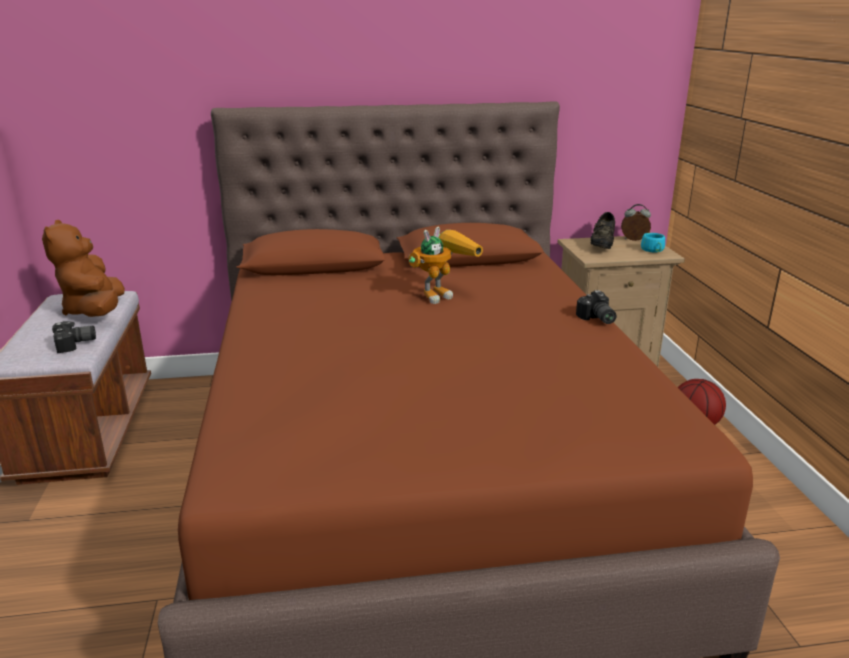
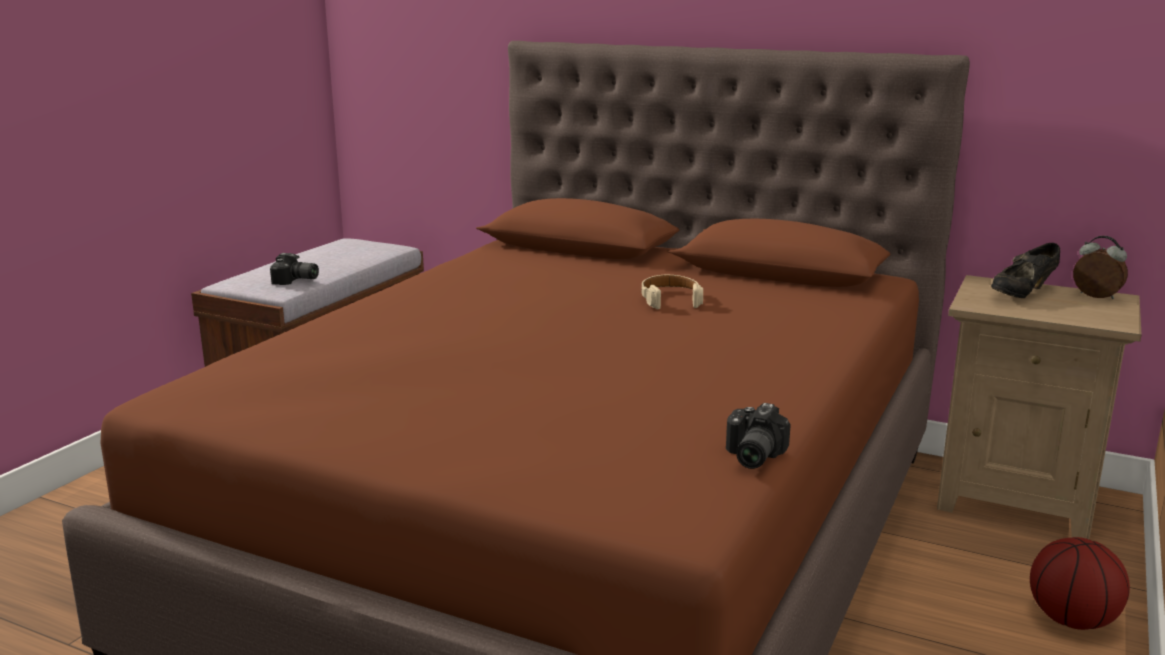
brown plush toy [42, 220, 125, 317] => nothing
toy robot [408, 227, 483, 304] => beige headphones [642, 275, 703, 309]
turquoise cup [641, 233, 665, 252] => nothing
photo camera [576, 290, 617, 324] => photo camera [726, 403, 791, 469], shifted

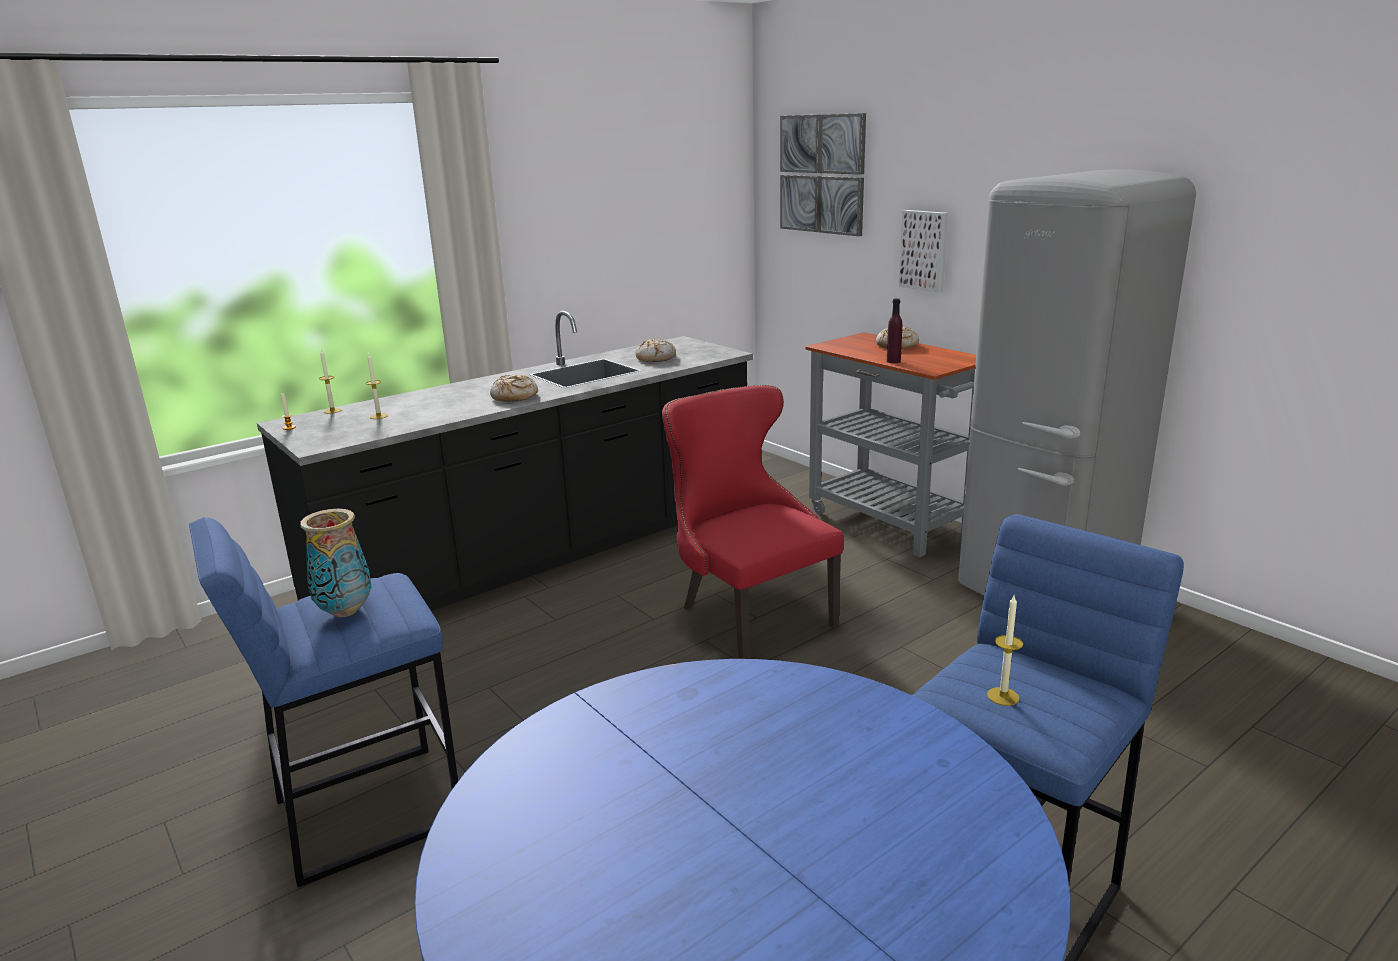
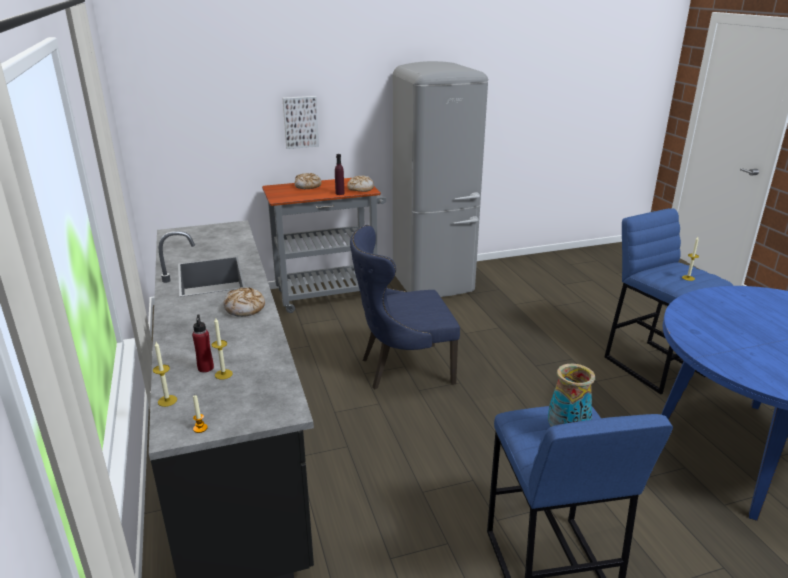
picture [780, 113, 866, 236] => nothing
bread [635, 339, 676, 362] => bread [347, 176, 374, 192], shifted
red chair [662, 385, 844, 659] => blue chair [350, 225, 460, 389]
nothing => red bottle [192, 315, 214, 373]

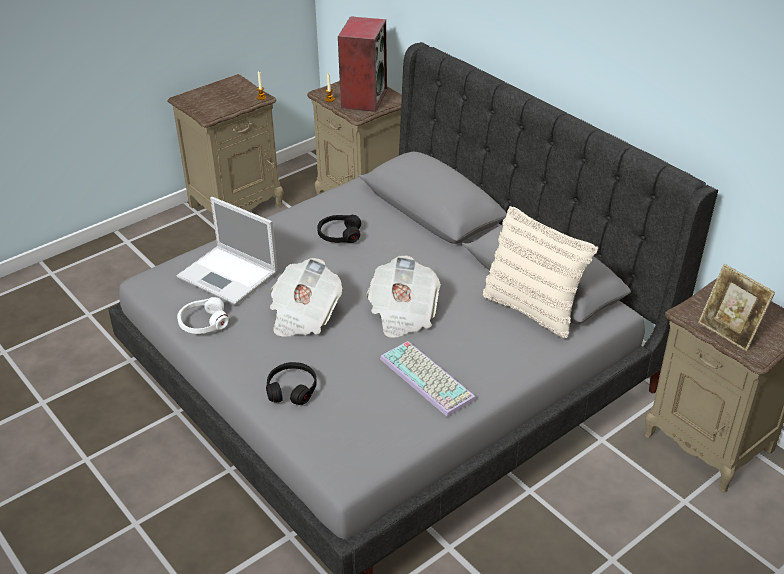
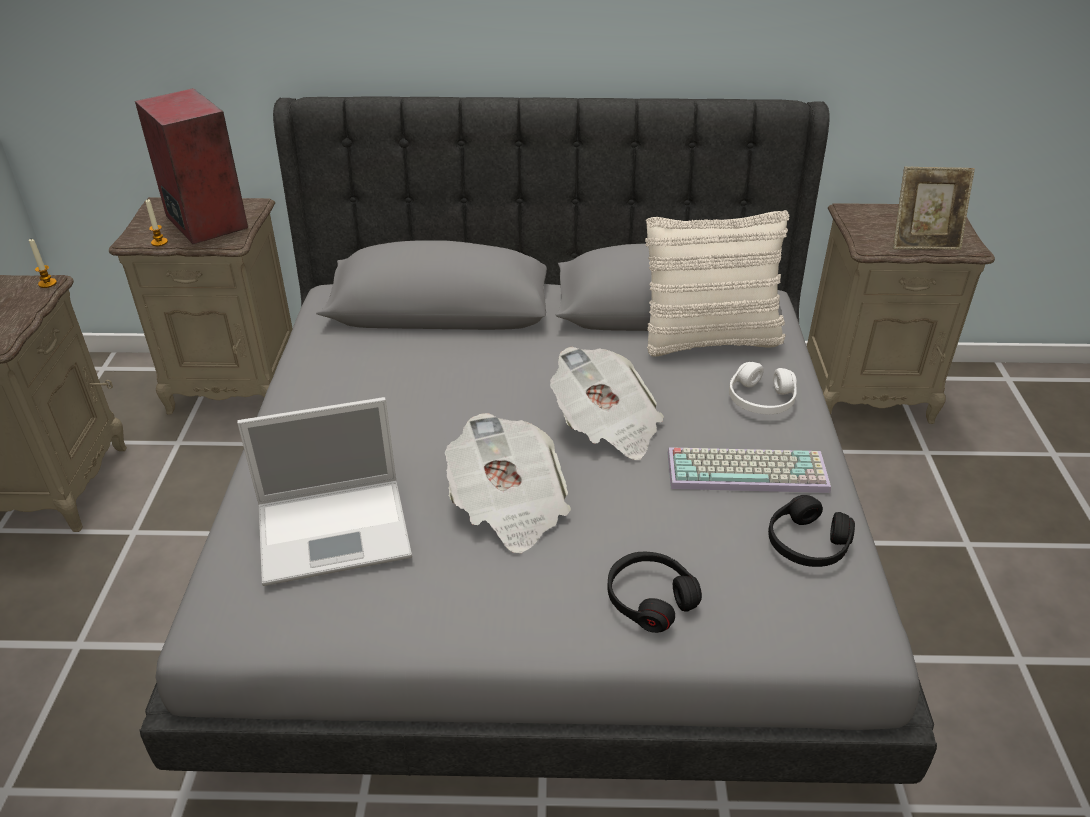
black headphones [317, 215, 361, 243] => black headphones [768, 495, 855, 567], shifted
white headphones [177, 297, 229, 334] => white headphones [729, 362, 797, 414], shifted

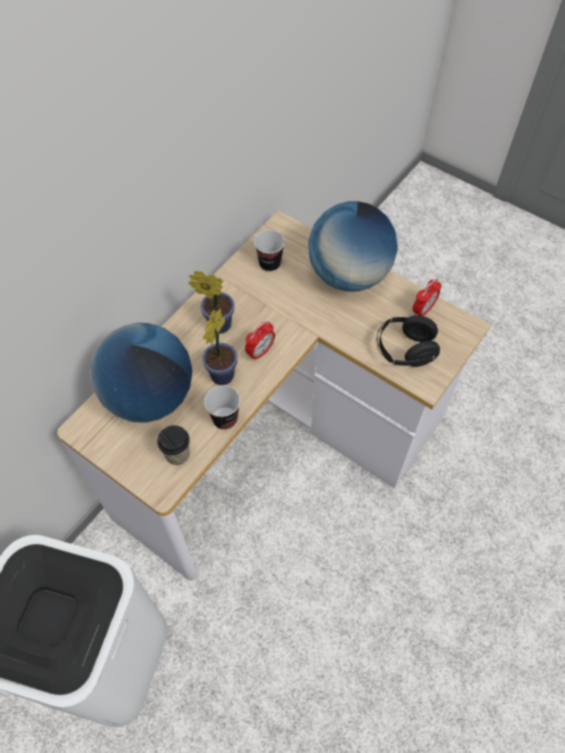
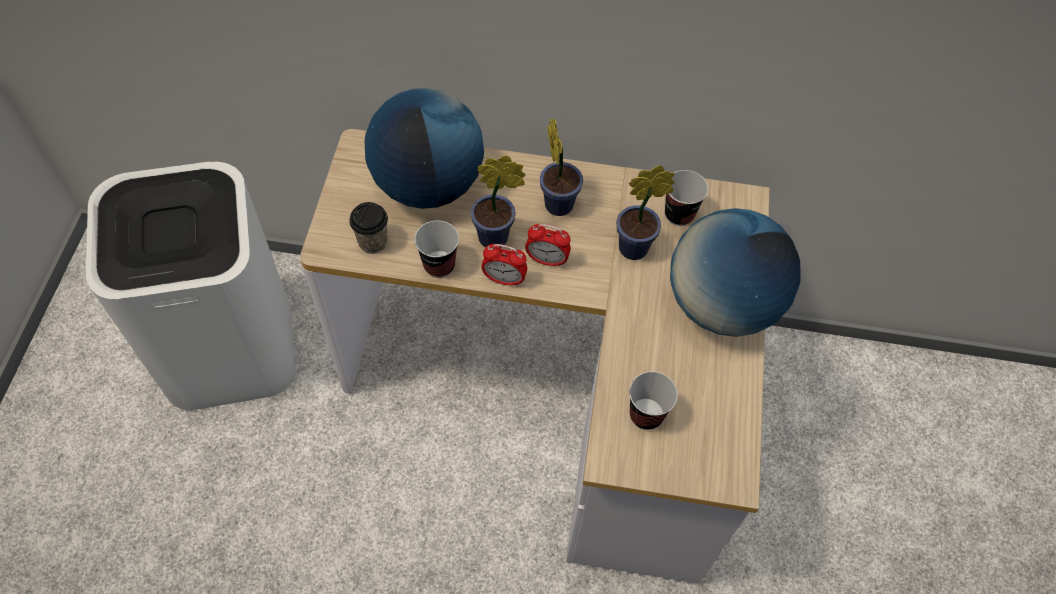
alarm clock [413, 279, 441, 316] => alarm clock [481, 244, 527, 287], shifted
black headphones [377, 315, 440, 367] => cup [629, 371, 678, 430]
nothing => potted plant [616, 165, 675, 260]

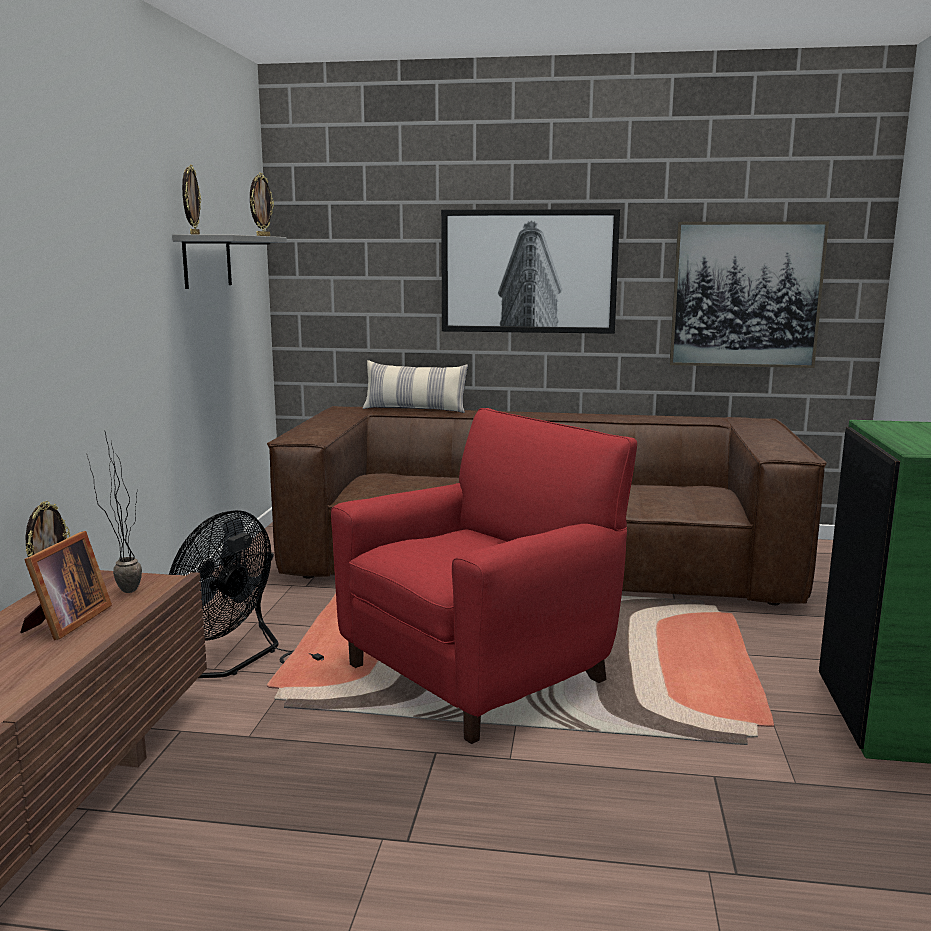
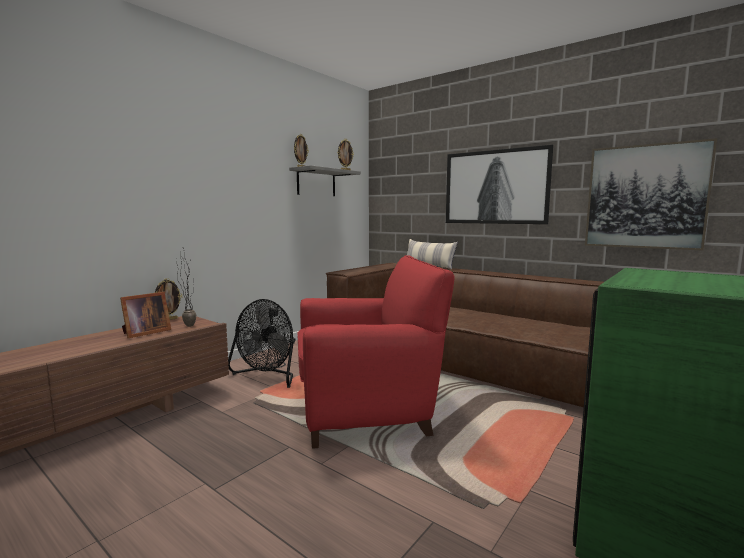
black fan [169, 510, 324, 678] => black fan [228, 299, 296, 388], 120 degrees counterclockwise

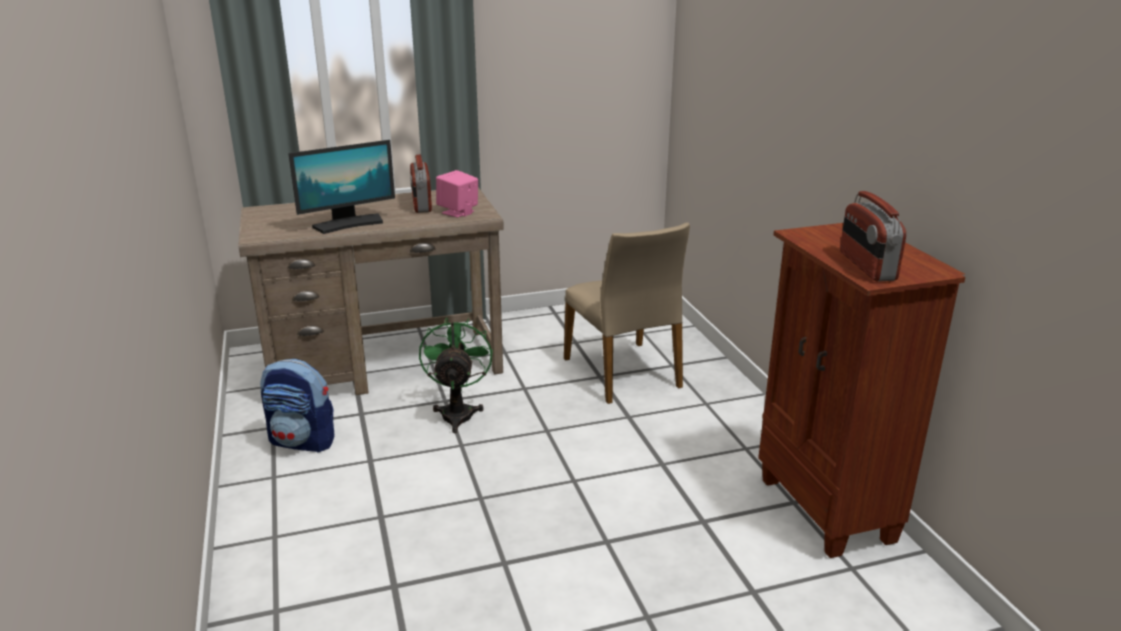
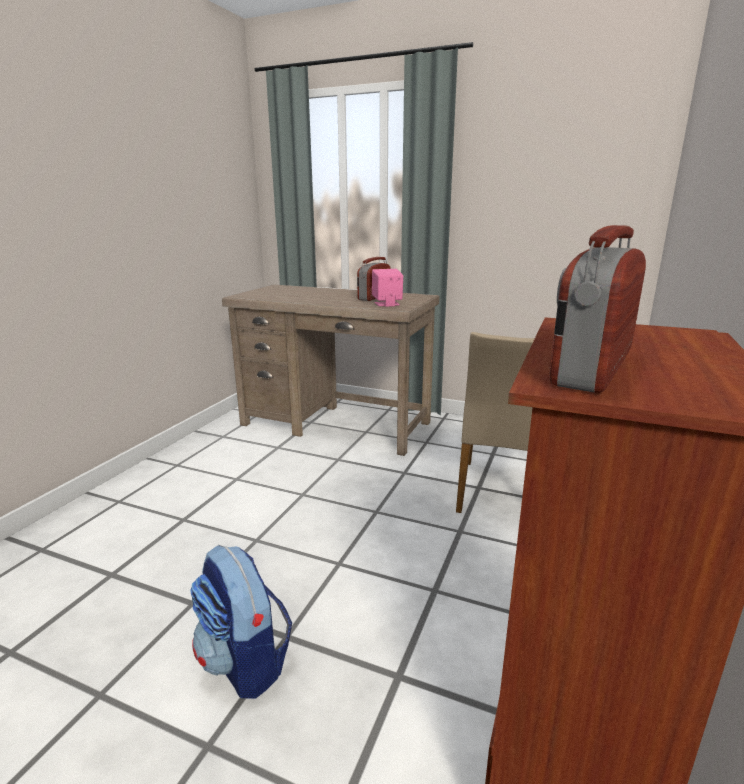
monitor [288, 140, 395, 234] => nothing
green fan [419, 317, 493, 433] => nothing
backpack [260, 359, 335, 453] => backpack [190, 545, 292, 699], shifted

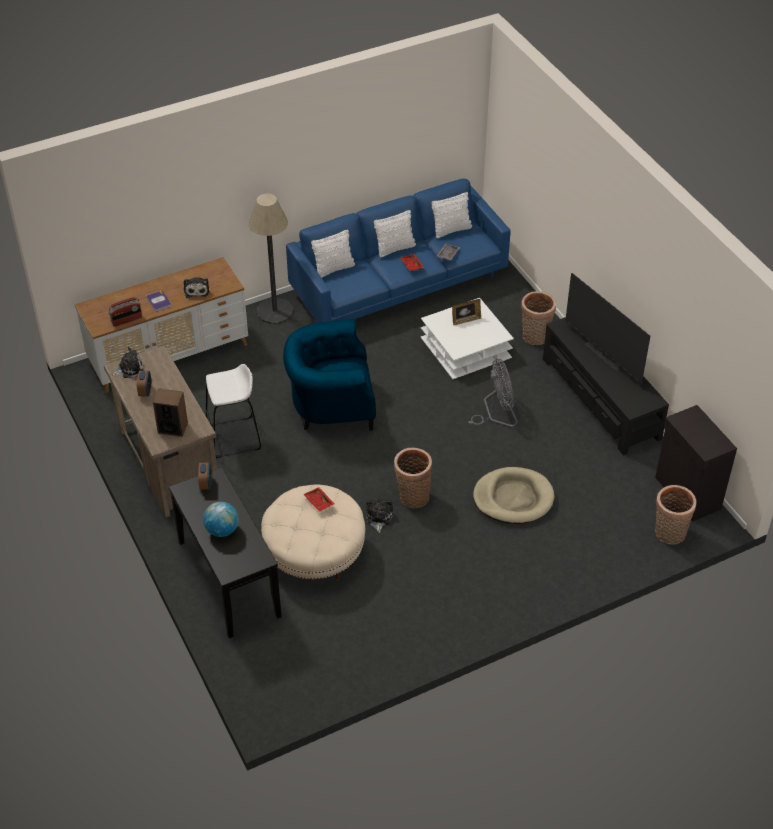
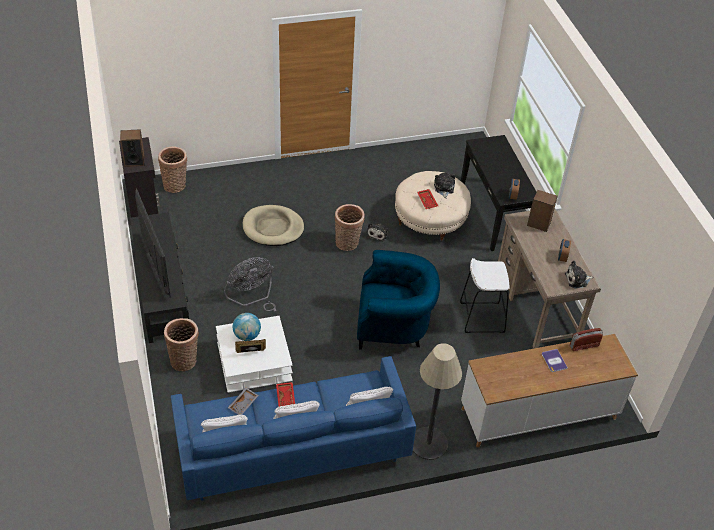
plush toy [184, 277, 209, 298] => plush toy [434, 173, 455, 199], shifted
grey fan [468, 359, 517, 428] => grey fan [224, 257, 277, 312], 60 degrees clockwise
globe [203, 502, 239, 537] => globe [233, 313, 261, 341], shifted
nothing => speaker [120, 129, 145, 167]

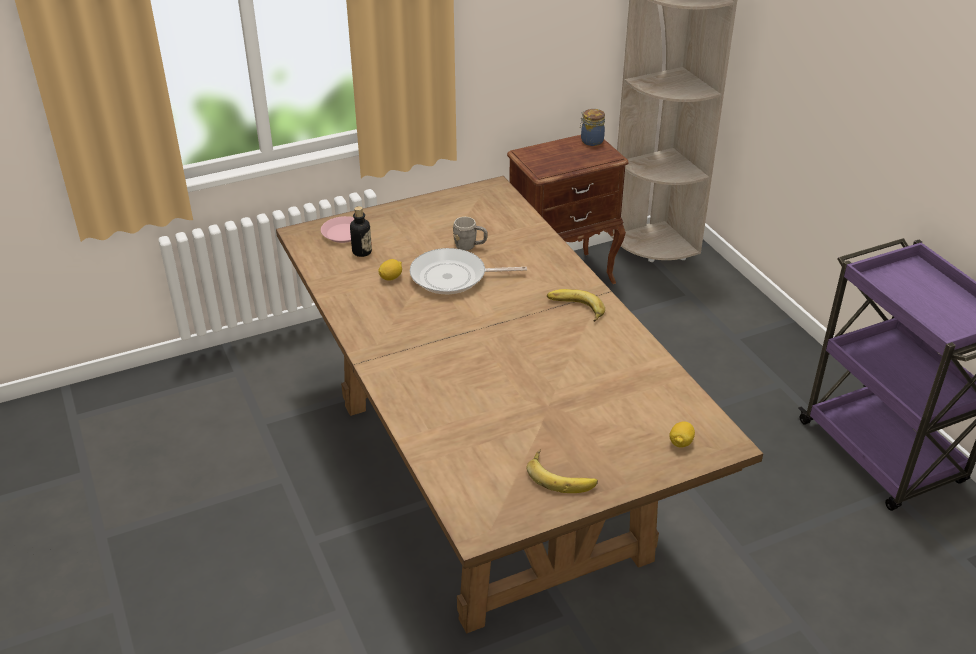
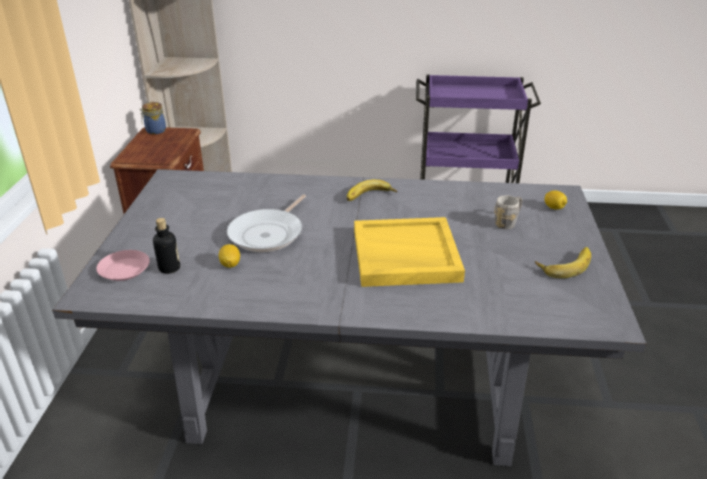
brown dining table [276, 176, 763, 633] => grey dining table [52, 169, 647, 466]
grey mug [453, 217, 488, 250] => grey mug [494, 195, 522, 229], shifted
nothing => yellow tray [354, 217, 465, 287]

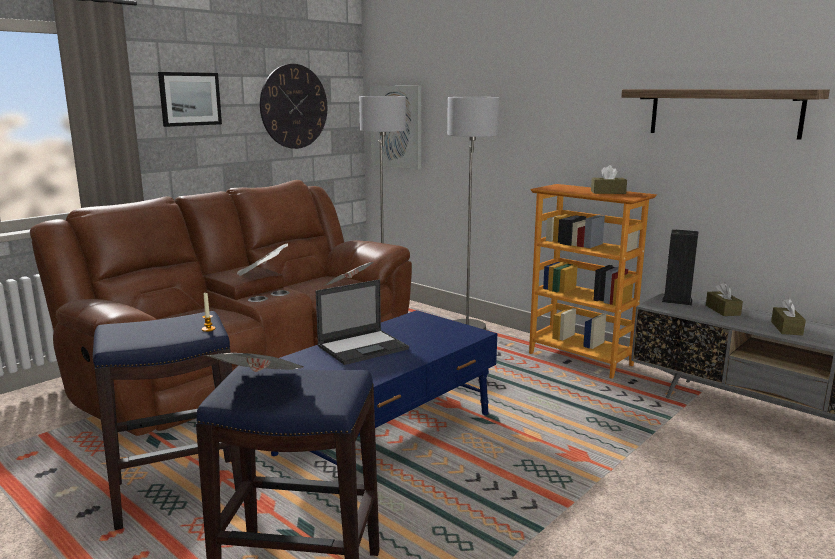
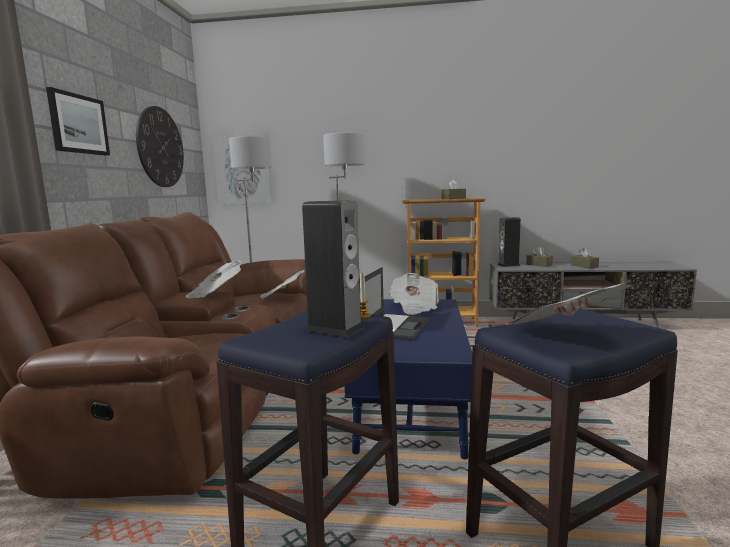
shelf [621, 89, 830, 140] => nothing
nothing => speaker [302, 201, 365, 337]
nothing => newspaper [389, 273, 439, 315]

